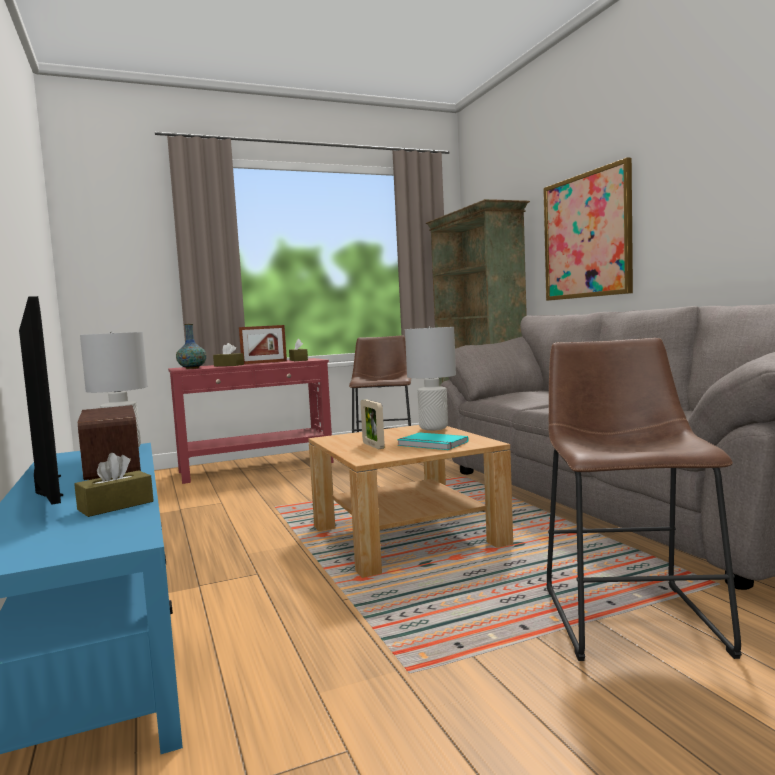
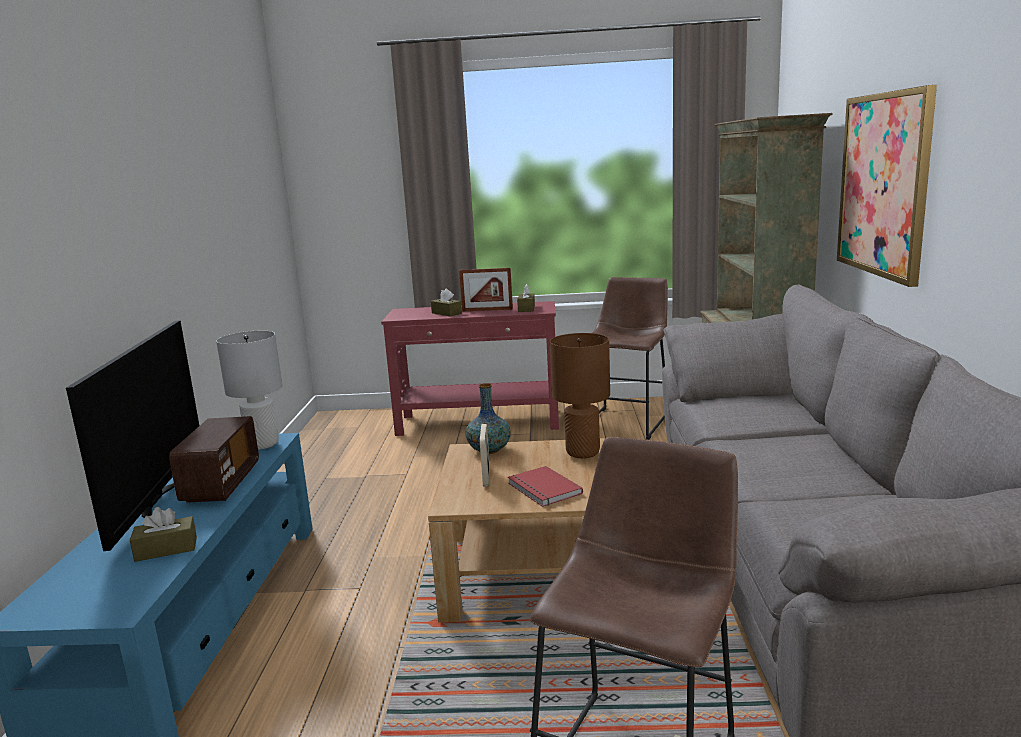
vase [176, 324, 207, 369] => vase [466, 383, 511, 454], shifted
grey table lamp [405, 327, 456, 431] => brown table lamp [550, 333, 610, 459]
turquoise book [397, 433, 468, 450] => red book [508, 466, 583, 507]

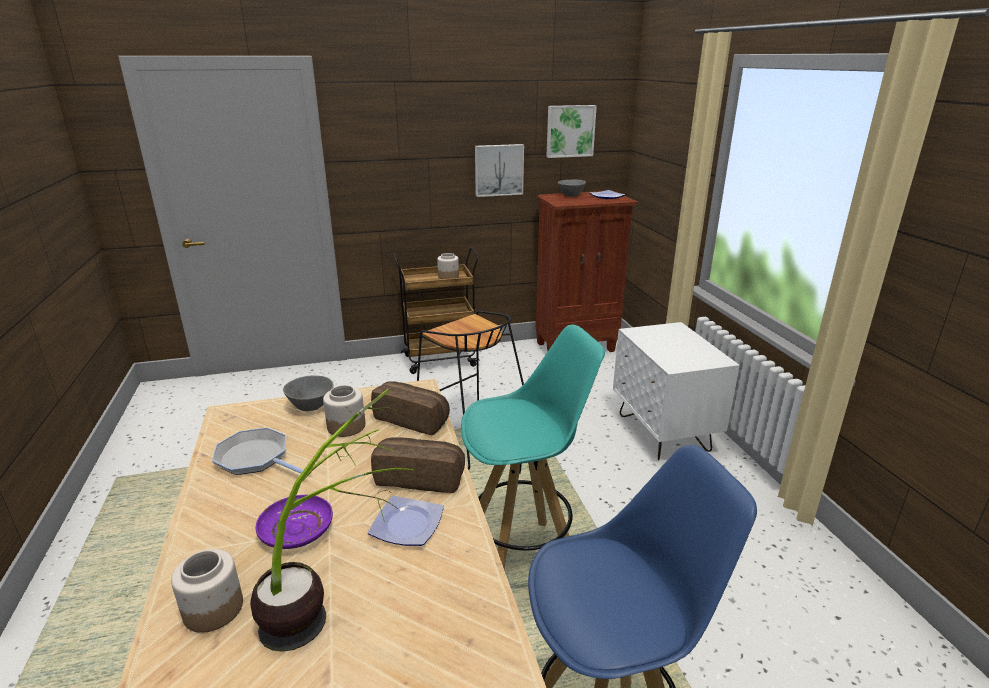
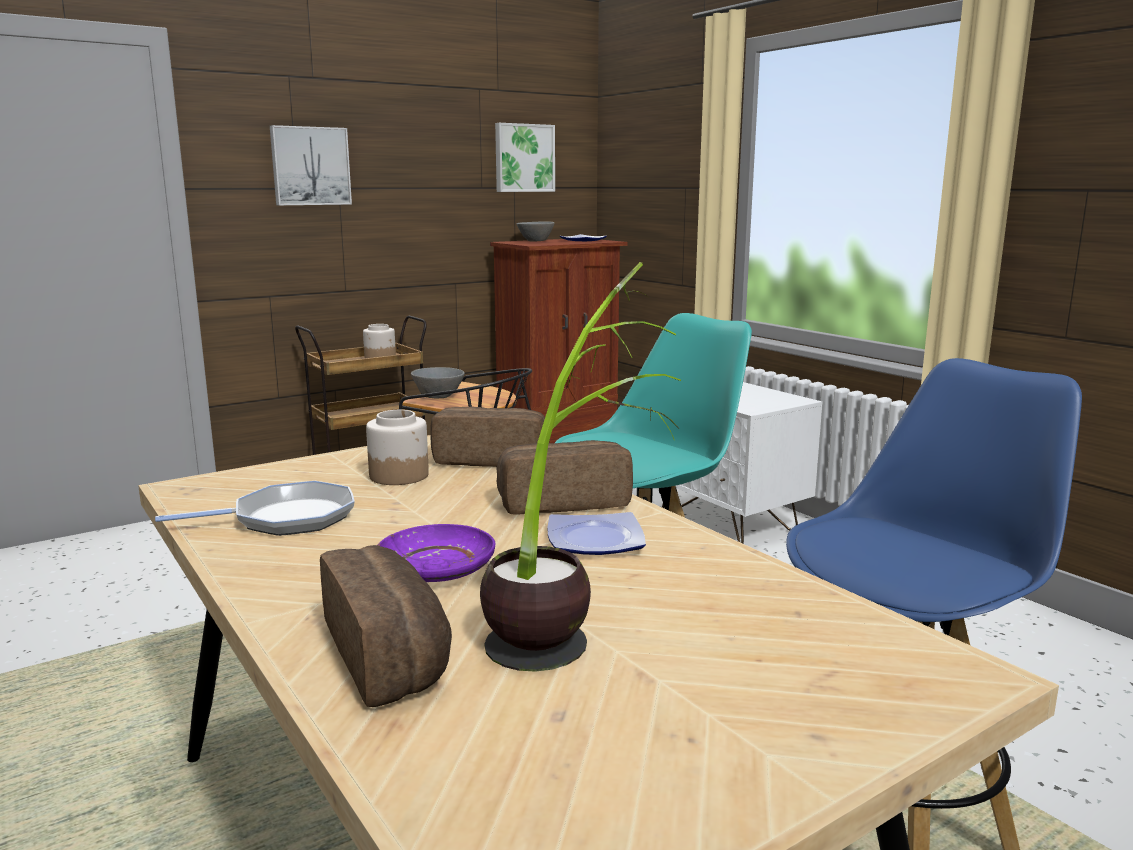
picture [475, 144, 524, 197] => picture [270, 125, 352, 205], shifted
grey bowl [283, 375, 333, 411] => grey bowl [411, 367, 465, 399], shifted
frying pan [212, 428, 303, 475] => frying pan [155, 481, 355, 536], 150 degrees clockwise
jar [171, 549, 243, 633] => bread [320, 545, 452, 707]

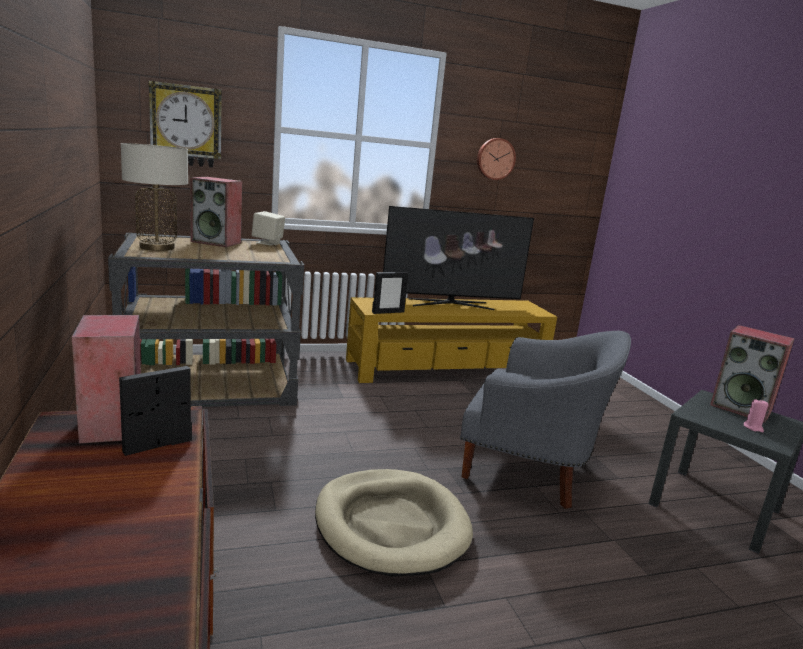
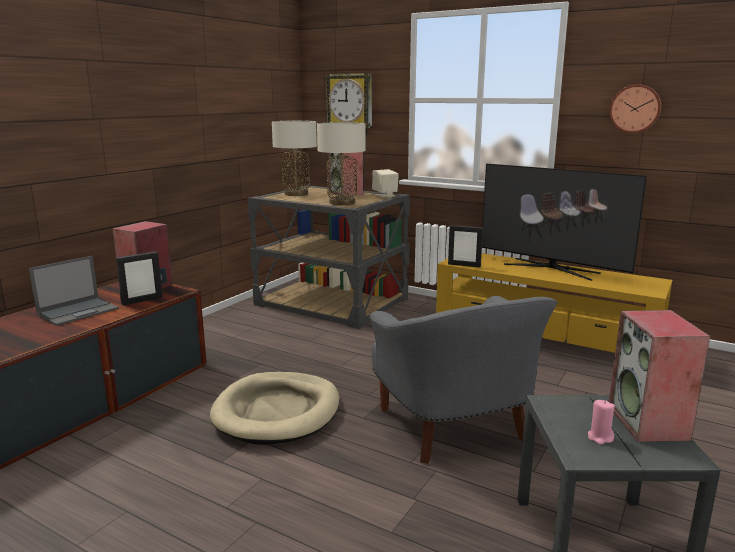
picture frame [119, 366, 192, 456] => picture frame [116, 251, 163, 306], 135 degrees clockwise
nothing => table lamp [317, 122, 366, 205]
nothing => laptop [29, 256, 119, 326]

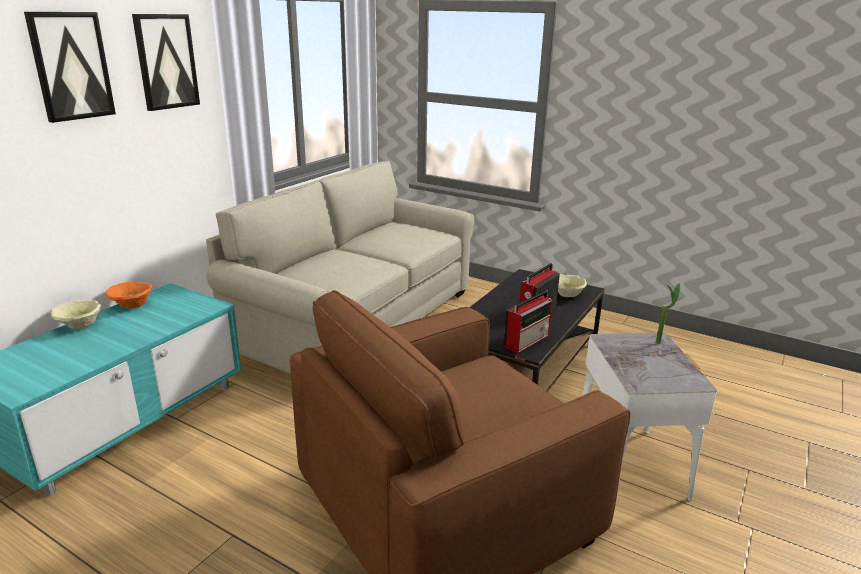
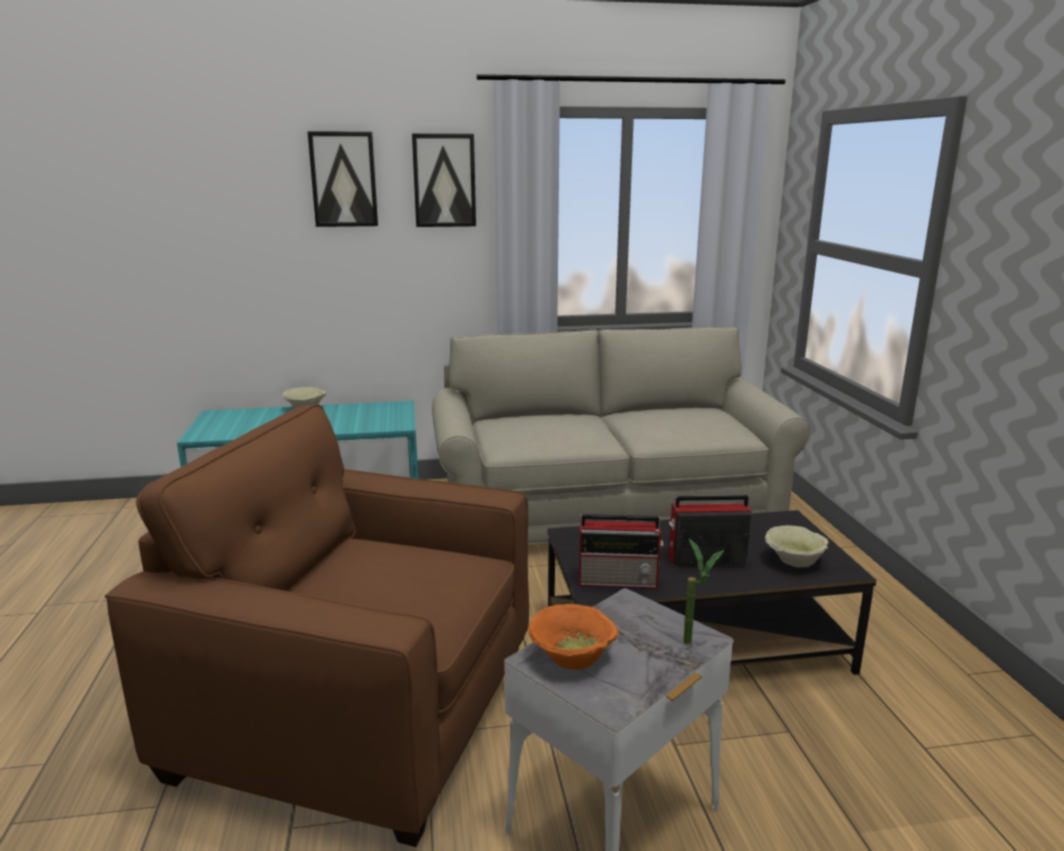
orange bowl [106, 281, 153, 308] => orange bowl [528, 604, 619, 670], shifted

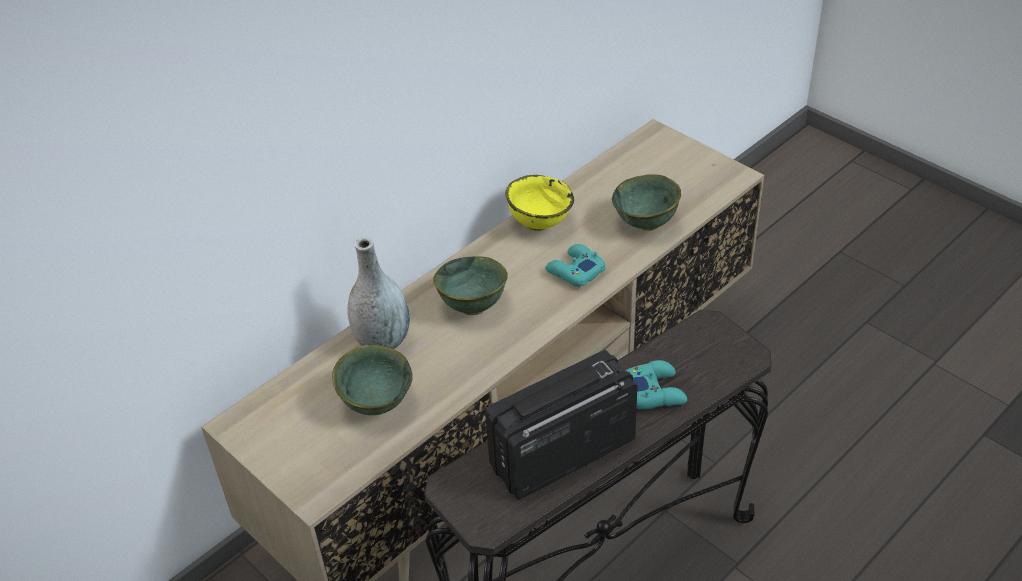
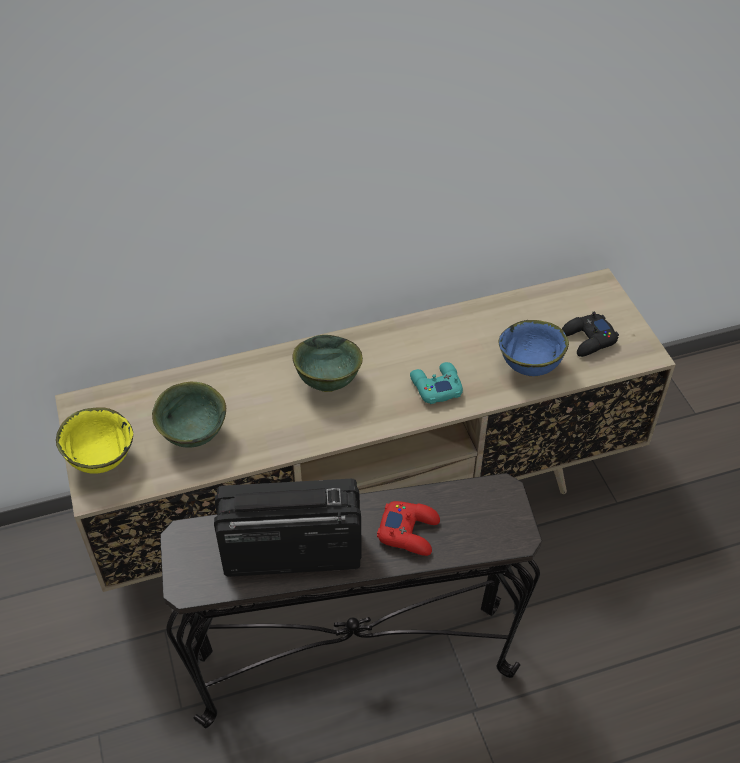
green bowl [612, 174, 681, 231] => blue bowl [499, 320, 569, 376]
yellow bowl [505, 175, 574, 231] => yellow bowl [56, 407, 133, 474], shifted
grey vase [347, 237, 410, 349] => nothing
turquoise game controller [625, 360, 687, 410] => red game controller [377, 501, 440, 556]
nothing => black game controller [562, 312, 619, 357]

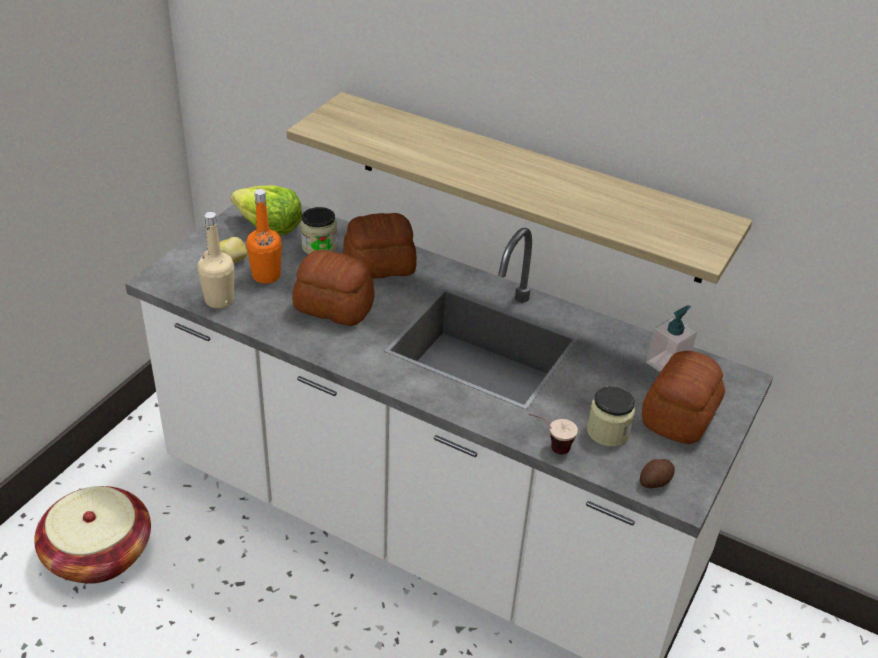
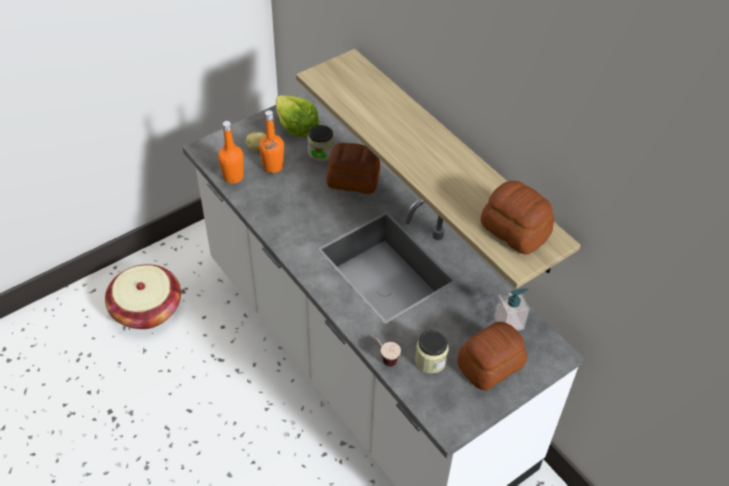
beige bottle [197, 212, 234, 308] => orange bottle [218, 121, 244, 184]
bread [292, 250, 375, 326] => bread [481, 181, 554, 255], shifted
potato [640, 459, 675, 488] => nothing

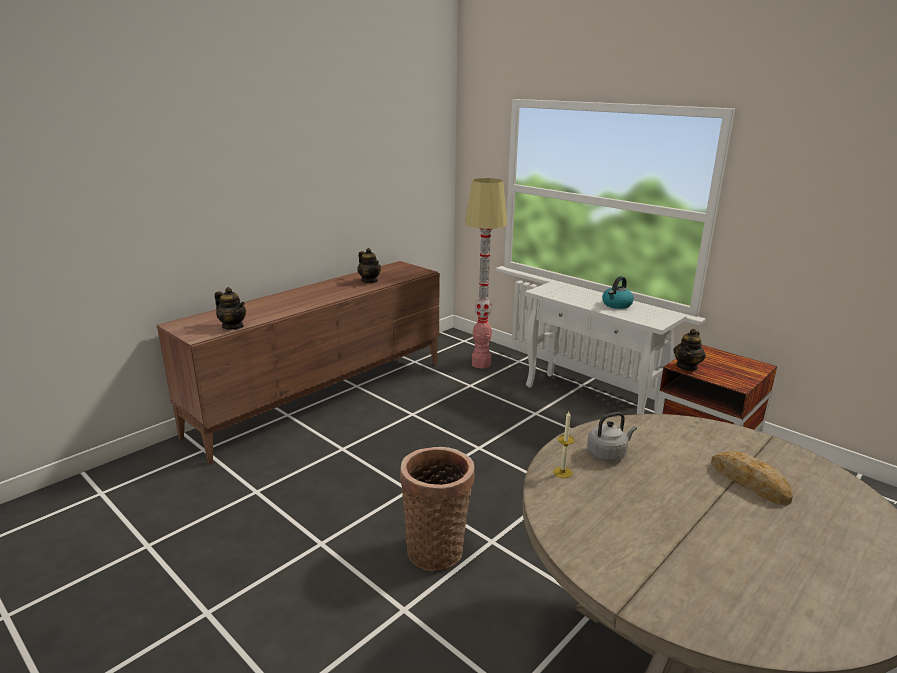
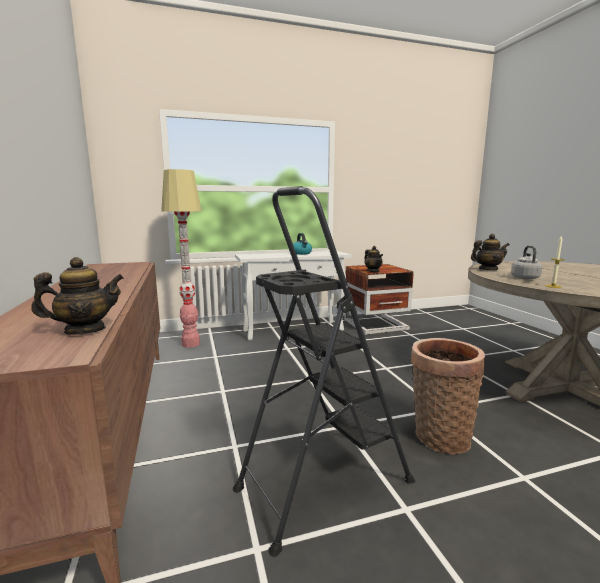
teapot [357, 248, 381, 283] => teapot [471, 234, 510, 270], shifted
bread [711, 451, 793, 505] => nothing
nothing => step ladder [233, 186, 415, 557]

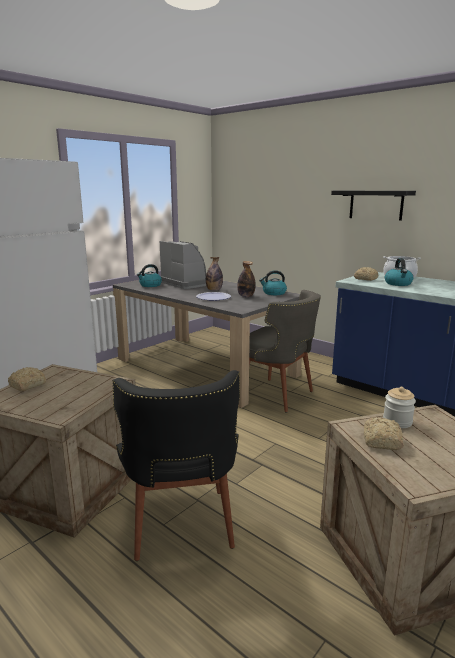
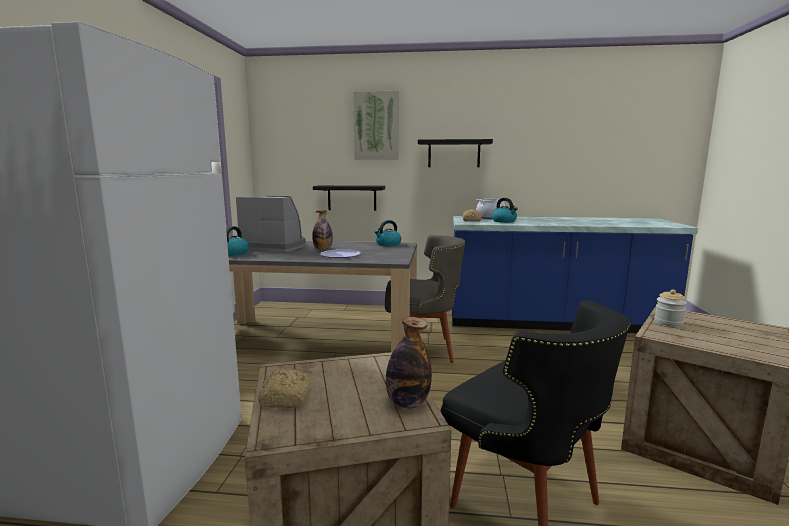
bottle [237, 261, 256, 297] => bottle [386, 317, 432, 408], shifted
bread [364, 417, 404, 450] => nothing
nothing => picture [353, 91, 399, 160]
nothing => black shelf [313, 185, 385, 211]

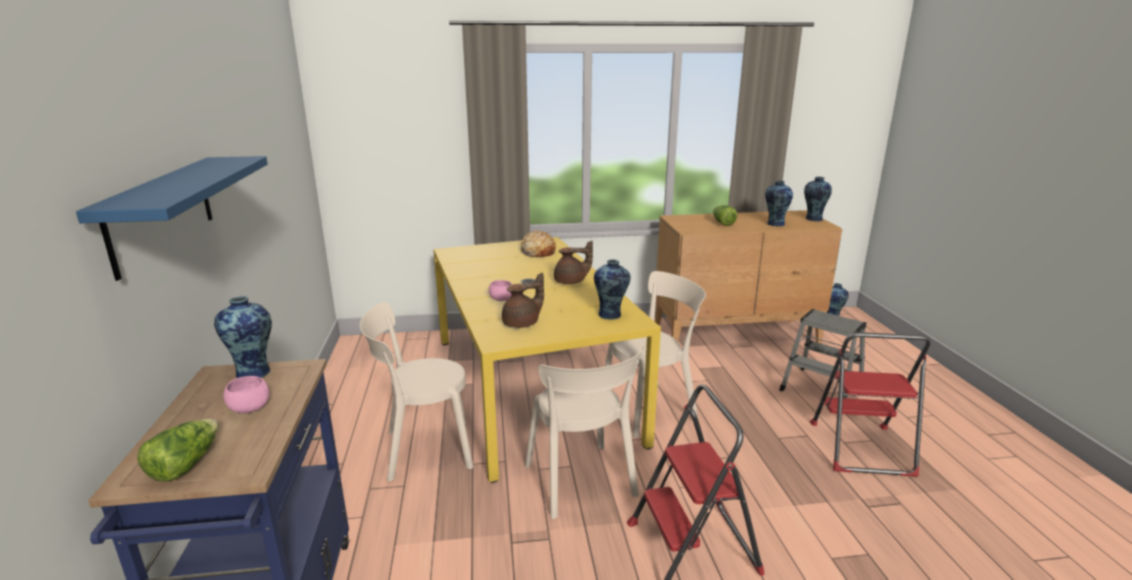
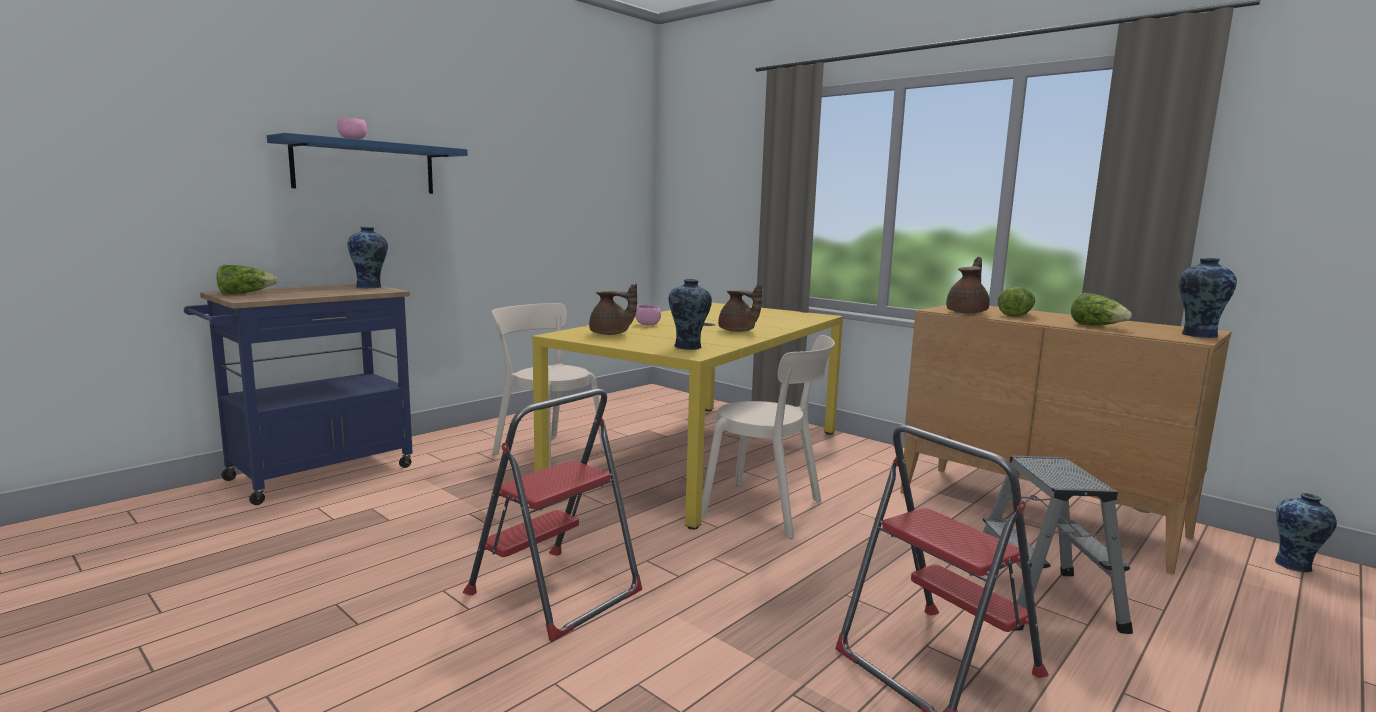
vase [765, 181, 793, 226] => lettuce [1071, 293, 1132, 326]
bread [521, 230, 556, 257] => nothing
beige chair [525, 346, 645, 519] => nothing
pink bowl [224, 376, 269, 413] => pink bowl [337, 118, 367, 139], shifted
nothing => brown teapot [946, 257, 990, 313]

